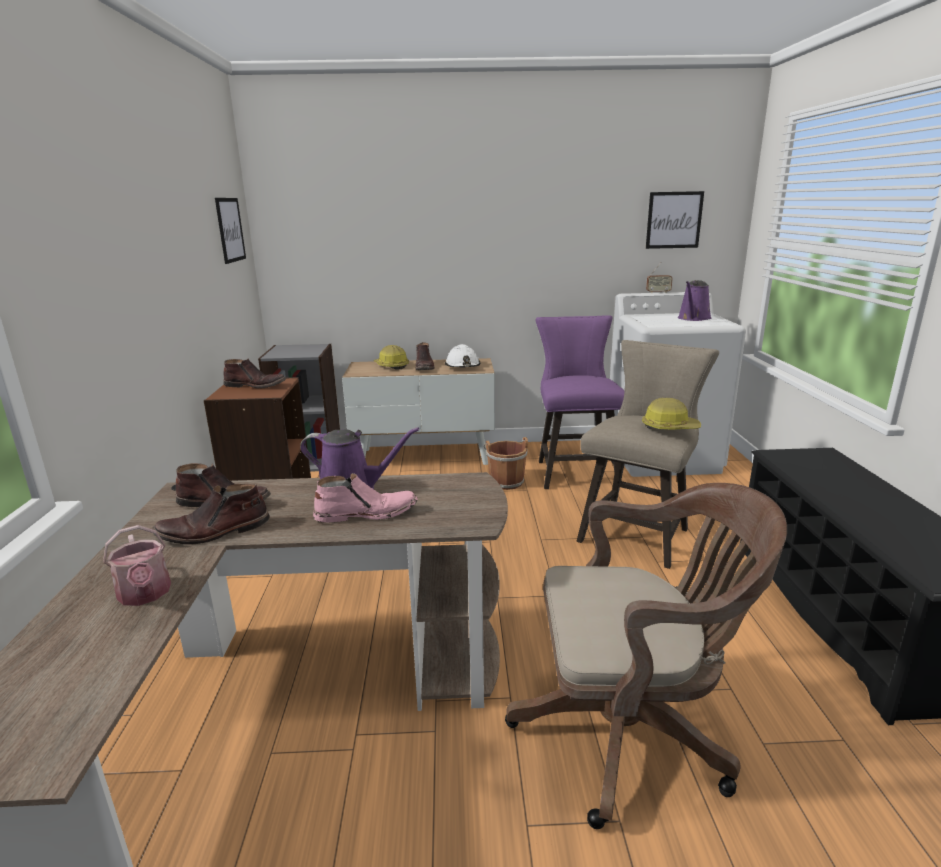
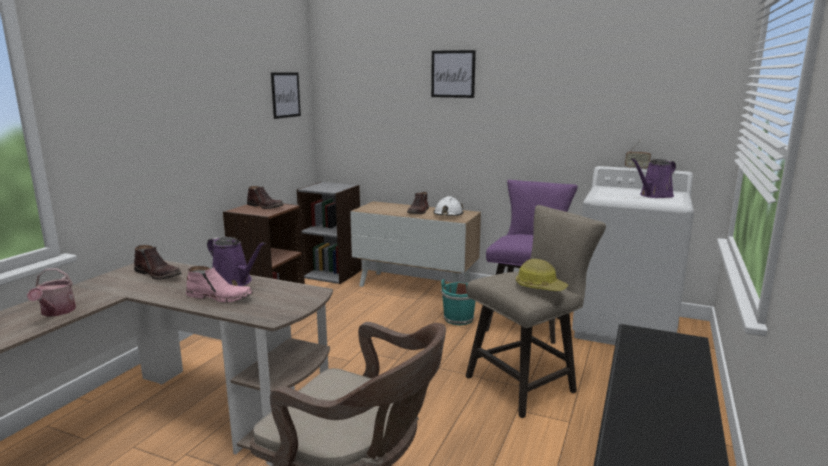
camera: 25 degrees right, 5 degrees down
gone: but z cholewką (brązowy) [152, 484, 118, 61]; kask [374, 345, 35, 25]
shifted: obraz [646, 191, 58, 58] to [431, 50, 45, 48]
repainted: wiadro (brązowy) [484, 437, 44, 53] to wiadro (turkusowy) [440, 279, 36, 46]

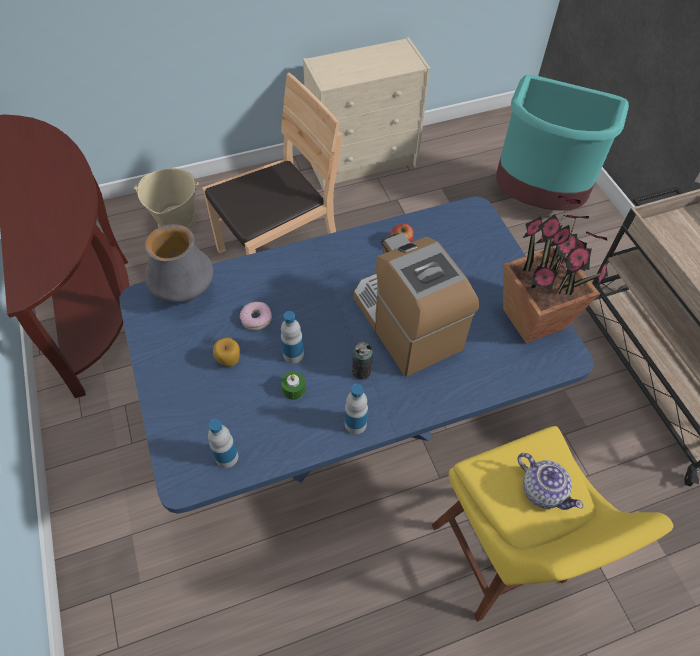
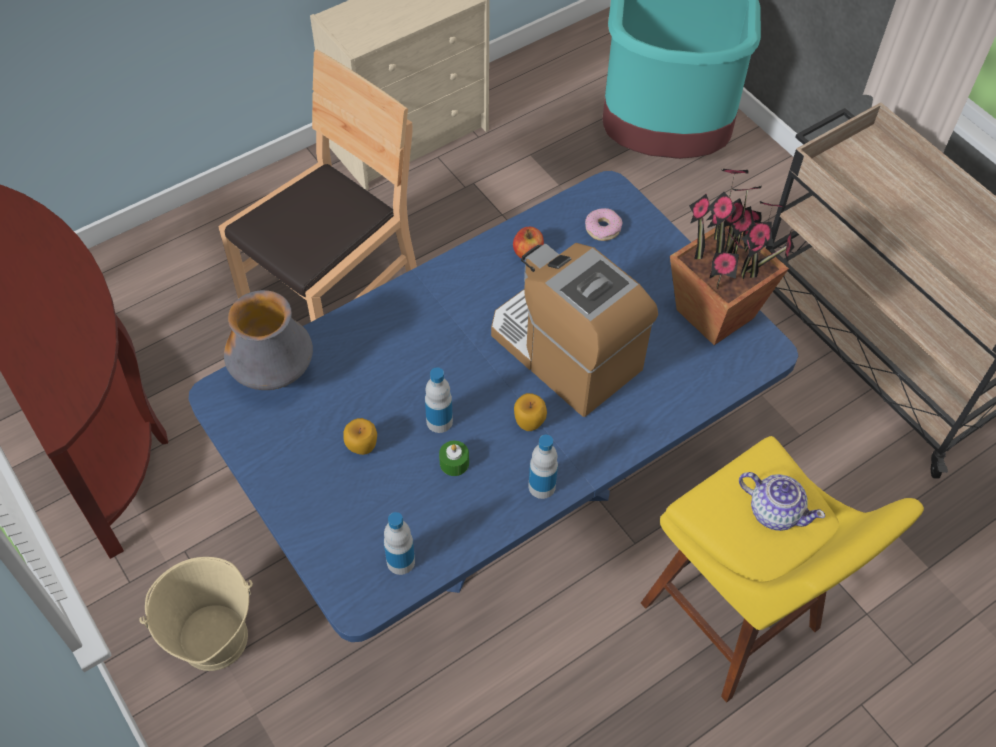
camera: 15 degrees left, 0 degrees up
shifted: wiadro (beżowy) [134, 168, 65, 63] to [139, 557, 114, 114]; donut [240, 302, 32, 28] to [585, 208, 38, 33]
swapped: puszka [352, 342, 21, 38] to jabłko [514, 393, 33, 38]

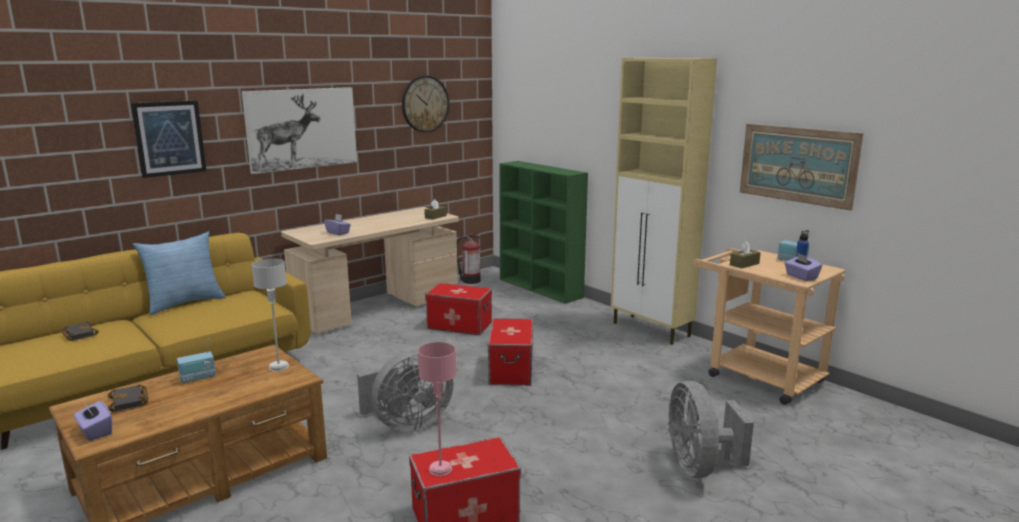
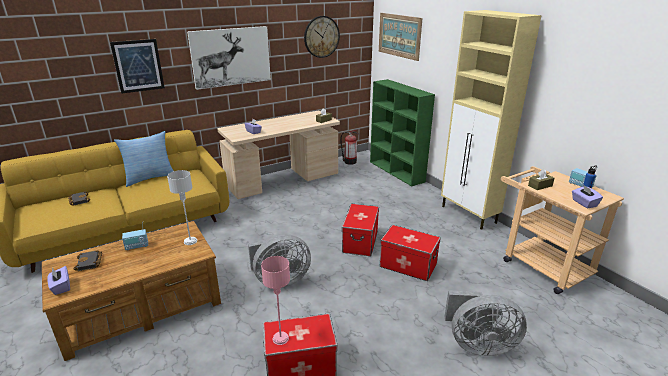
camera: 10 degrees right, 10 degrees up
shifted: obraz [740, 124, 124, 87] to [379, 13, 44, 48]; pojemnik do przechowywania [425, 283, 67, 52] to [380, 225, 61, 56]
rotated: wentylator (szary) [667, 381, 87, 97] = [444, 290, 83, 66] 90 degrees counterclockwise

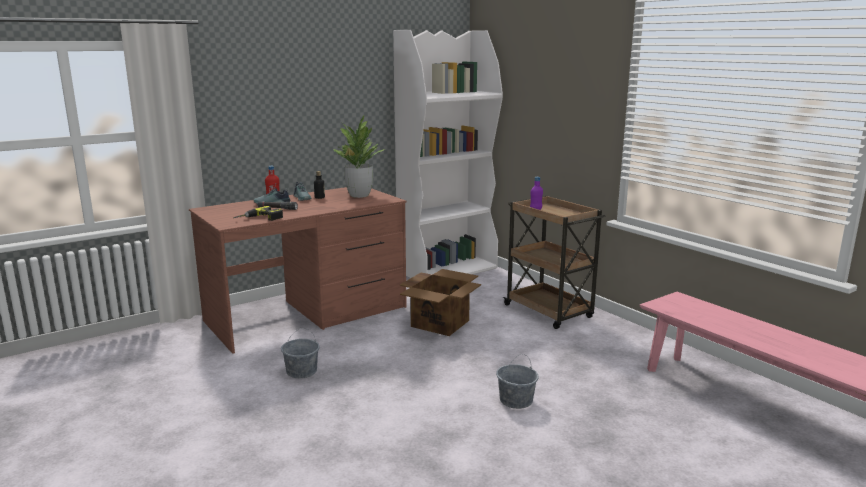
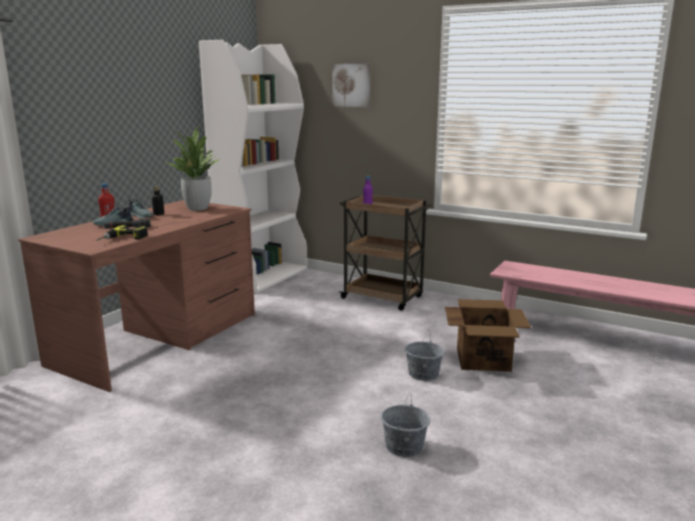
camera: 25 degrees left, 0 degrees up
new: obraz [332, 64, 38, 43]
shifted: wiadro (szary) [281, 328, 39, 50] to [381, 393, 49, 64]; karton [400, 269, 81, 67] to [445, 299, 86, 73]

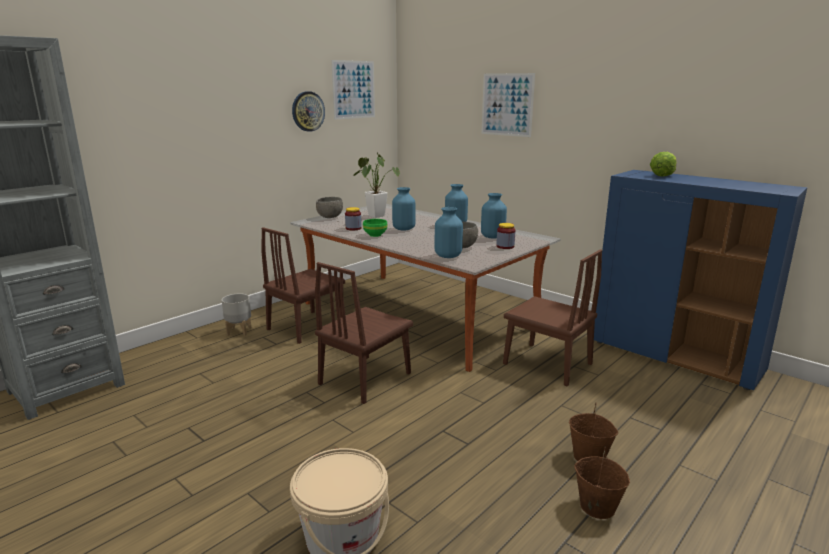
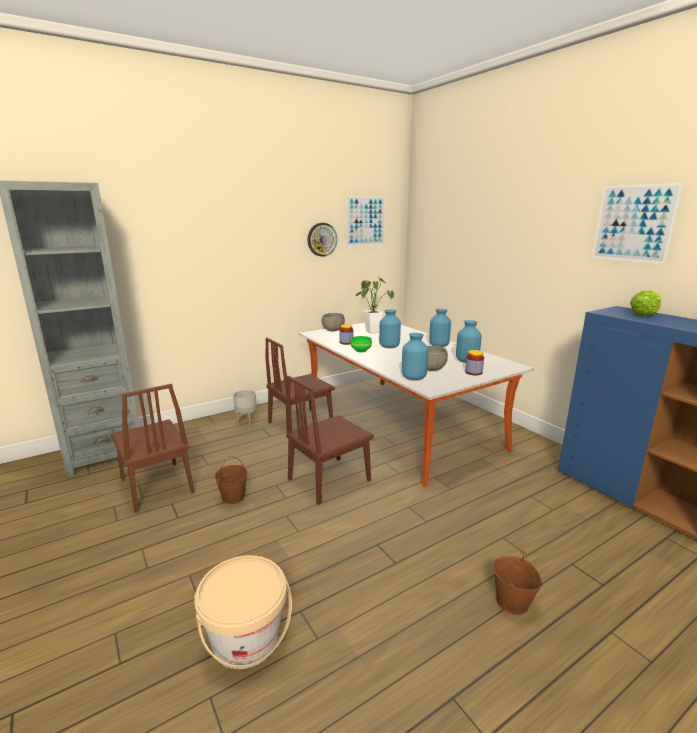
camera: 15 degrees right, 0 degrees up
shifted: krzesło (brązowy) [503, 249, 99, 137] to [111, 384, 84, 129]; wiadro (brązowy) [574, 446, 56, 73] to [215, 456, 32, 48]; obraz [481, 73, 54, 64] to [592, 183, 92, 81]

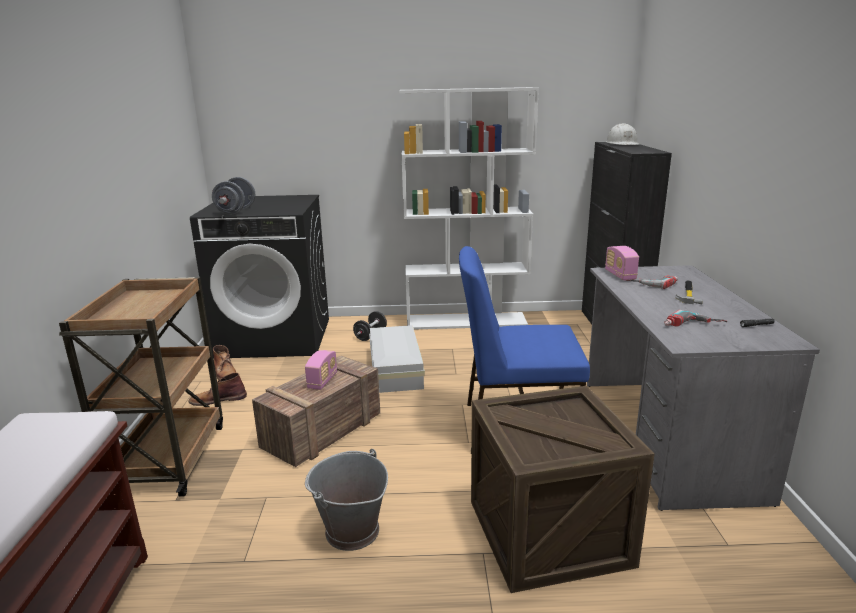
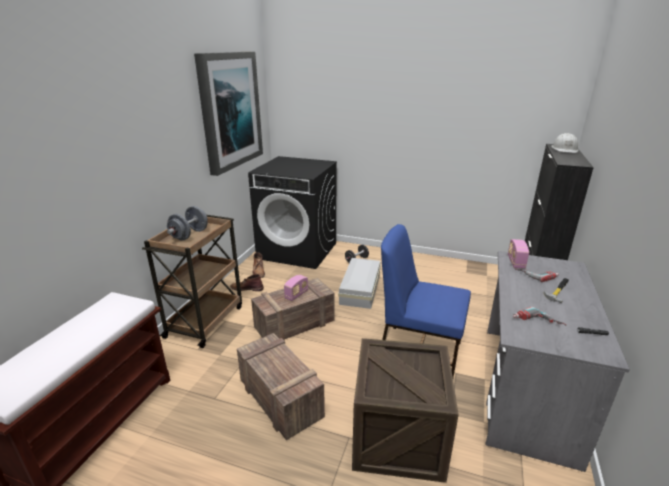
camera: 20 degrees right, 5 degrees up
gone: regał (biały) [399, 87, 140, 242]
new: obraz [194, 52, 69, 124]
shifted: hantel (szary) [212, 177, 43, 38] to [167, 206, 41, 34]
swapped: wiadro (szary) [305, 449, 83, 102] to skrzynka [237, 333, 88, 107]

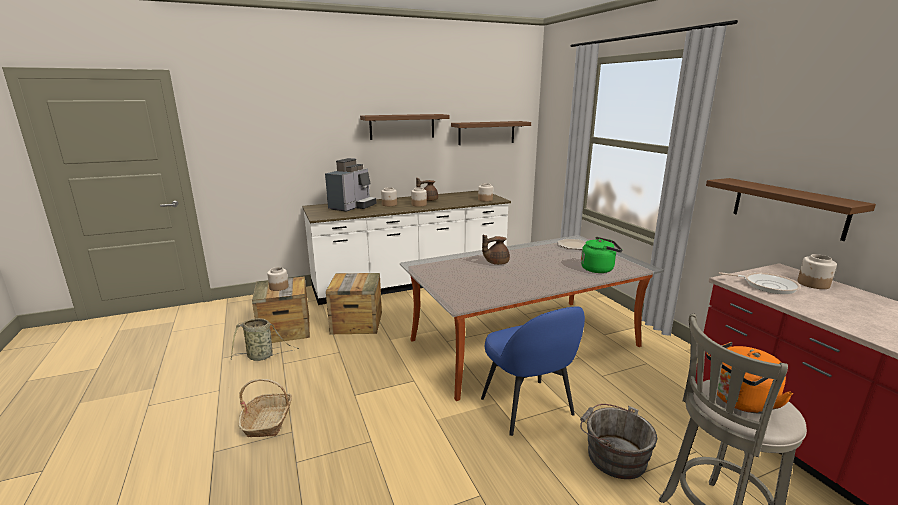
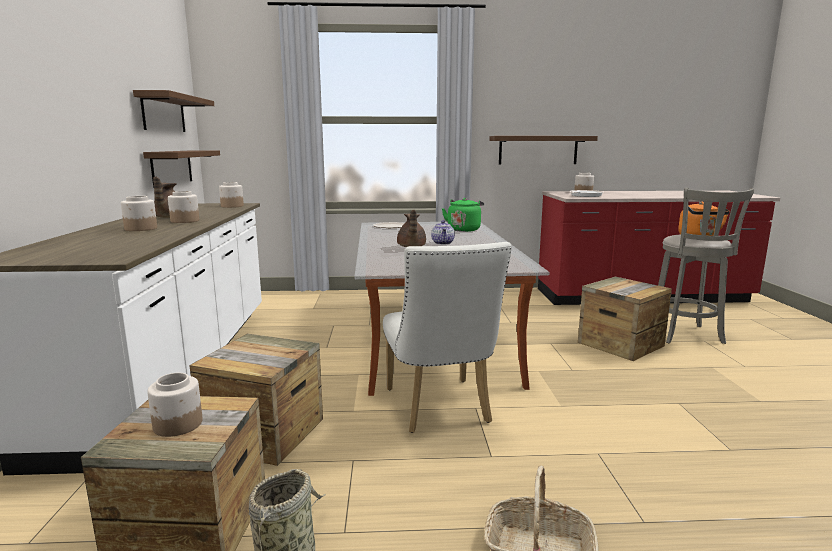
camera: 70 degrees left, 5 degrees down
gone: ekspres do kawy [325, 158, 52, 54]; krzesło (niebieski) [481, 306, 104, 130]
new: krzesło (biały) [383, 242, 129, 191]; imbryk [431, 220, 24, 25]
shifted: półka (brązowy) [360, 114, 89, 26] to [143, 150, 77, 38]
swapped: wiadro (szary) [580, 404, 77, 75] to skrzynka [578, 277, 94, 84]

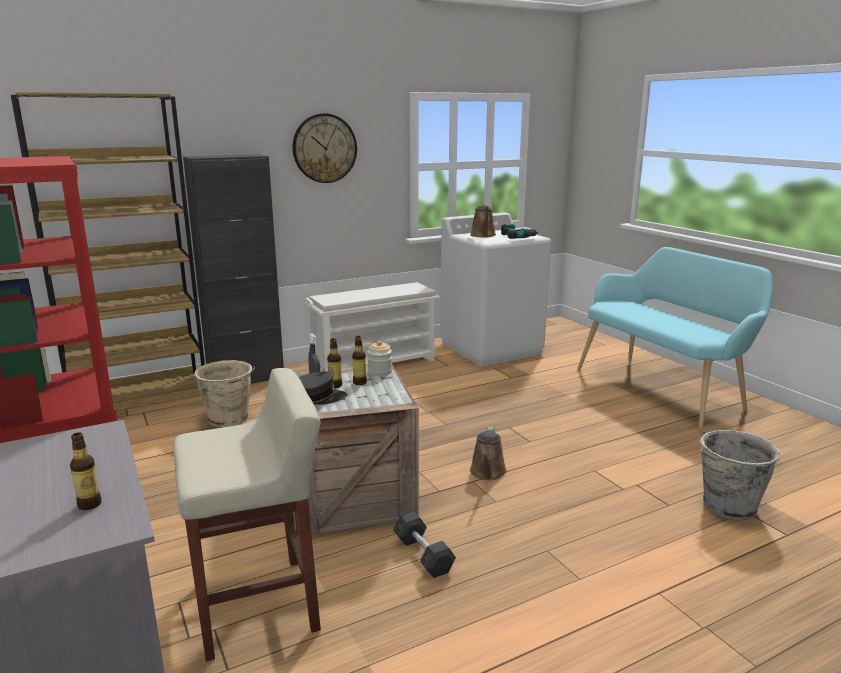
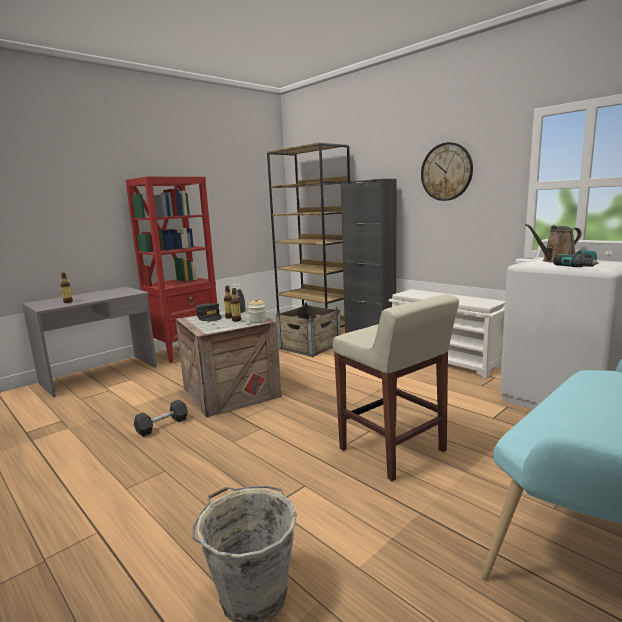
camera: 75 degrees right, 5 degrees down
gone: konewka (brązowy) [470, 427, 37, 53]
shifted: stołek (beżowy) [173, 368, 148, 293] to [333, 294, 126, 187]
swapped: wiadro (beżowy) [194, 360, 61, 67] to skrzynka [276, 303, 65, 54]

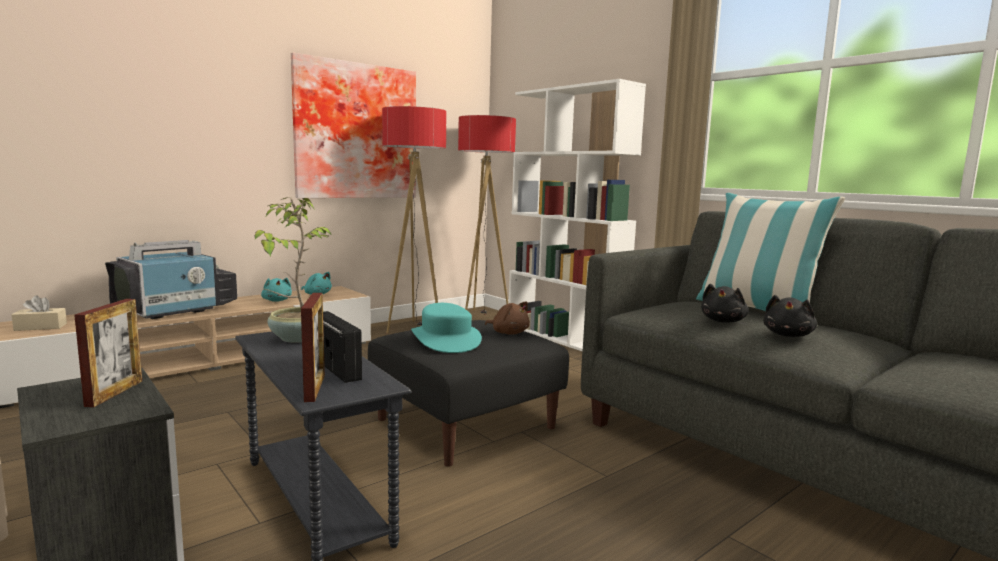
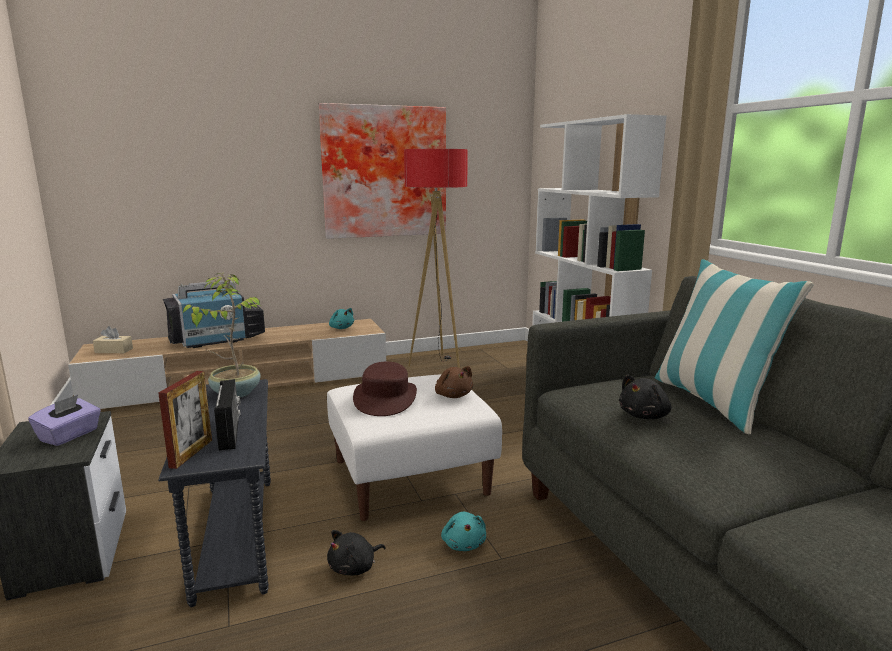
camera: 20 degrees right, 5 degrees up
gone: lampa stojąca [458, 115, 58, 200]
shifted: pluszak (czarny) [763, 295, 54, 42] to [327, 530, 59, 45]; pluszak (turkusowy) [261, 278, 31, 24] to [441, 512, 45, 39]
swapped: ramka na zdjęcie [74, 299, 68, 108] to pudełko chusteczek (fioletowy) [28, 395, 73, 51]
repainted: pufa (czarny) [368, 320, 201, 147] to pufa (biały) [327, 375, 175, 146]; kapelusz (turkusowy) [411, 303, 71, 50] to kapelusz (brązowy) [353, 362, 64, 54]

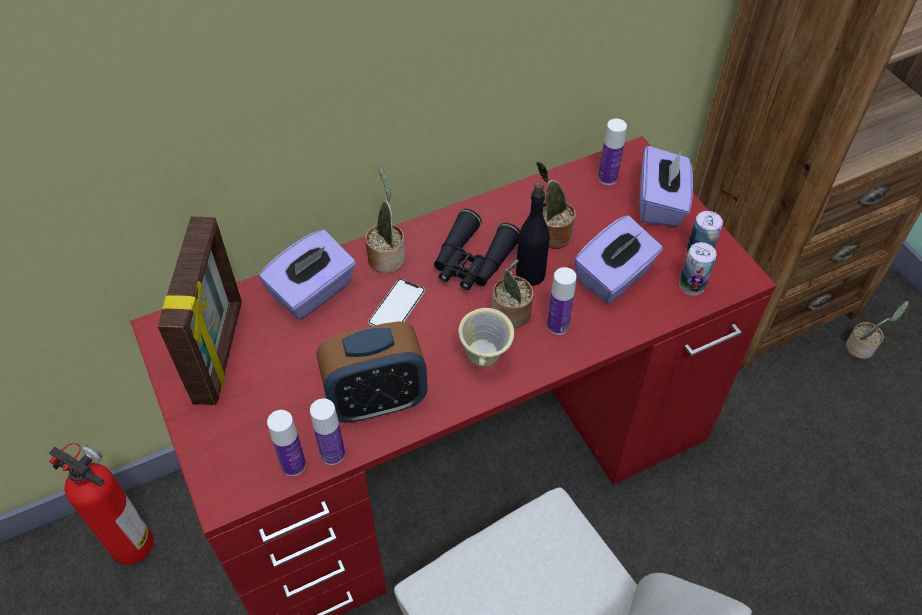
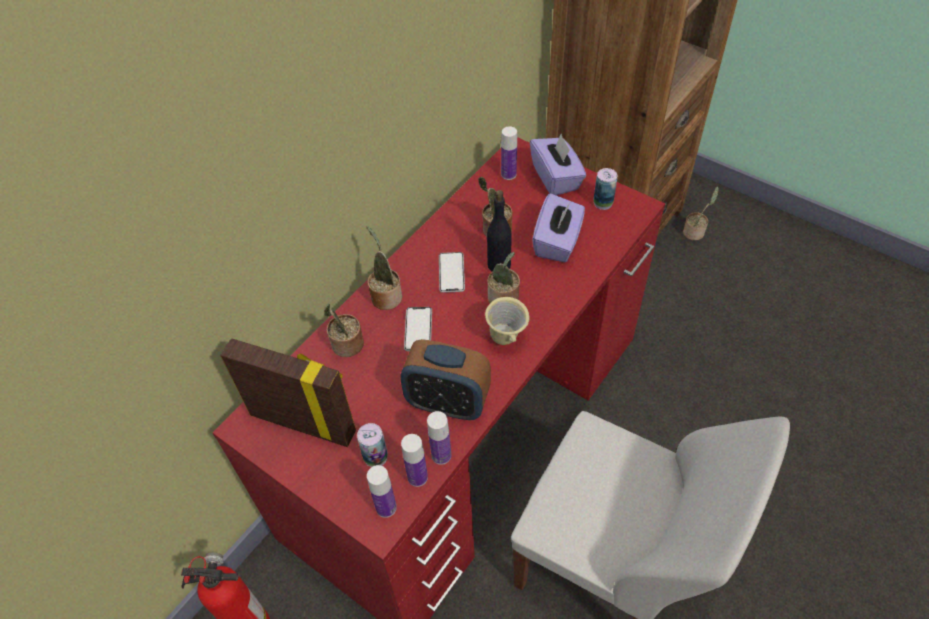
camera: 25 degrees left, 0 degrees up
shifted: puszka [680, 242, 37, 53] to [357, 423, 31, 44]; butelka [547, 267, 30, 68] to [367, 465, 30, 53]
swapped: pudełko chusteczek (fioletowy) [259, 229, 97, 90] to roślina doniczkowa [324, 304, 40, 53]; lornetka (czarny) [434, 209, 86, 81] to telefon [439, 252, 26, 41]
rotated: ramka na zdjęcie [157, 217, 85, 188] = [220, 338, 136, 109] 45 degrees counterclockwise; budzik [316, 321, 112, 101] = [400, 339, 91, 81] 60 degrees clockwise

